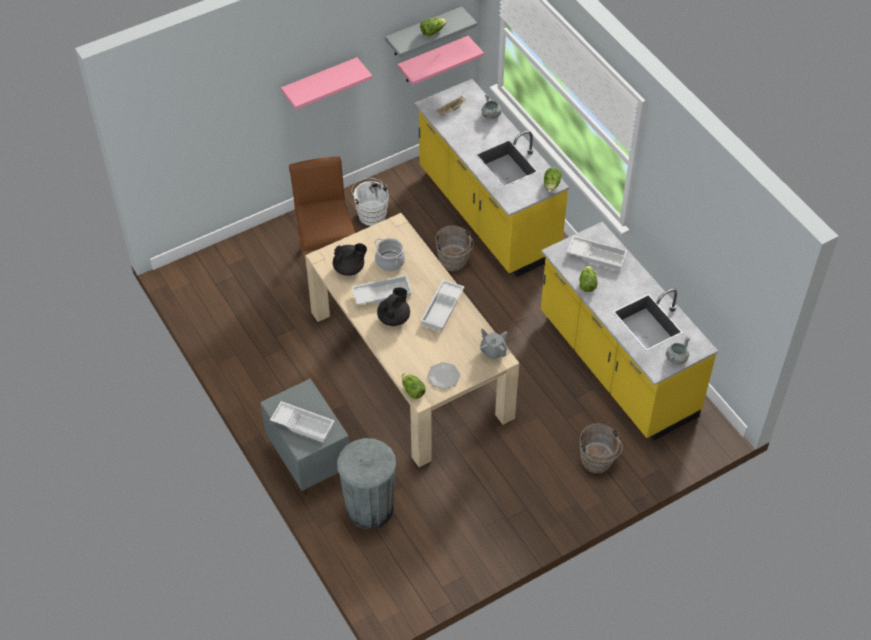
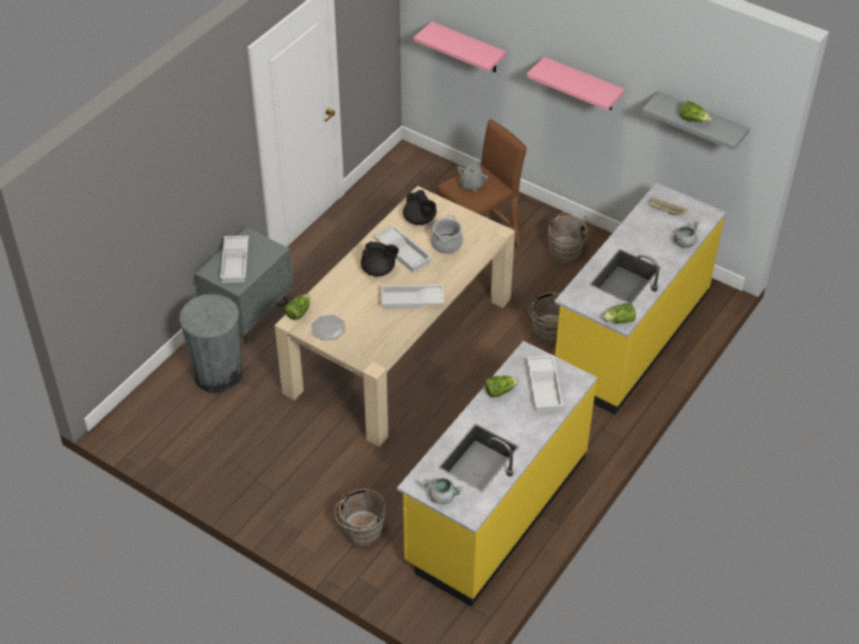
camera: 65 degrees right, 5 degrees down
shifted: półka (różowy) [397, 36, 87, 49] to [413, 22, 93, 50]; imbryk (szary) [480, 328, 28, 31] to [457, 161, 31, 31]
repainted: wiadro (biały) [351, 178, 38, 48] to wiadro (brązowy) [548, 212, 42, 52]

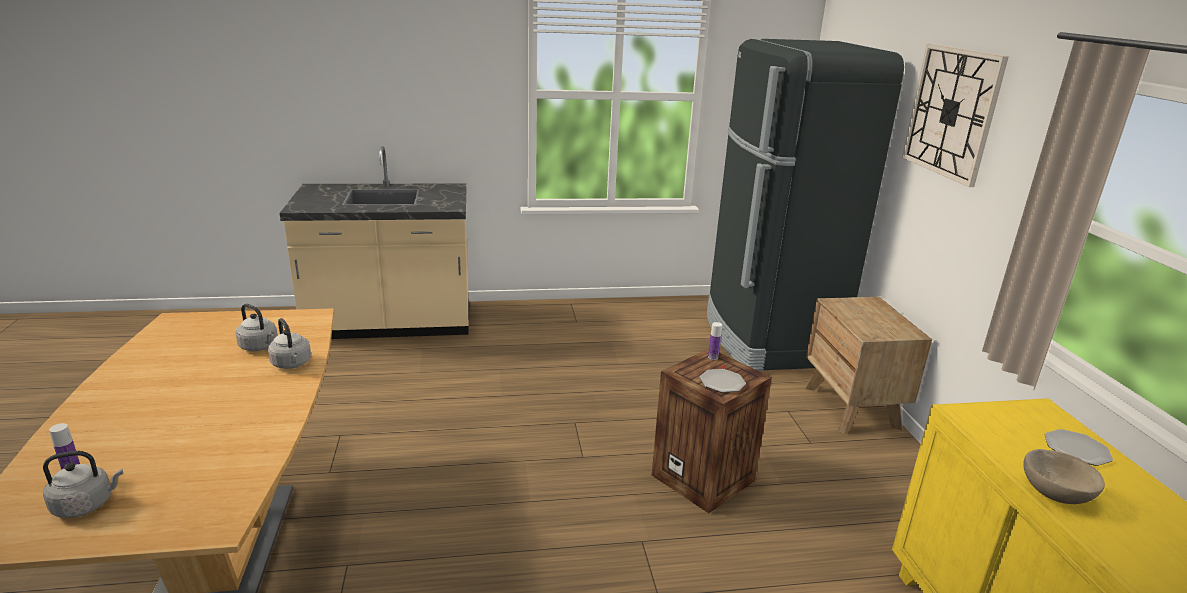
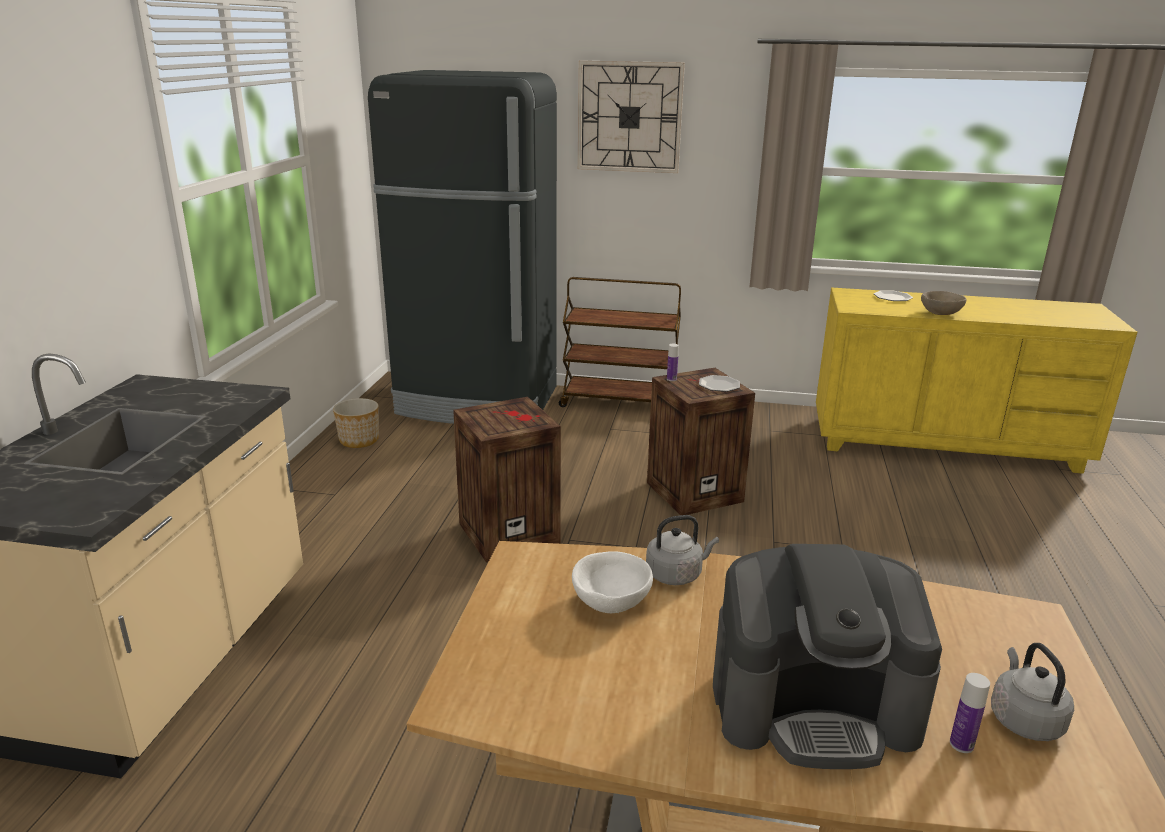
camera: 70 degrees left, 0 degrees up
new: donica [333, 398, 46, 50]; skrzynka [453, 397, 108, 166]; ekspres do kawy [713, 544, 229, 225]
swapped: szafka nocna (brązowy) [805, 297, 127, 137] to wózek (brązowy) [559, 277, 122, 130]; czajnik (szary) [236, 304, 42, 47] to miska (biały) [572, 551, 81, 62]

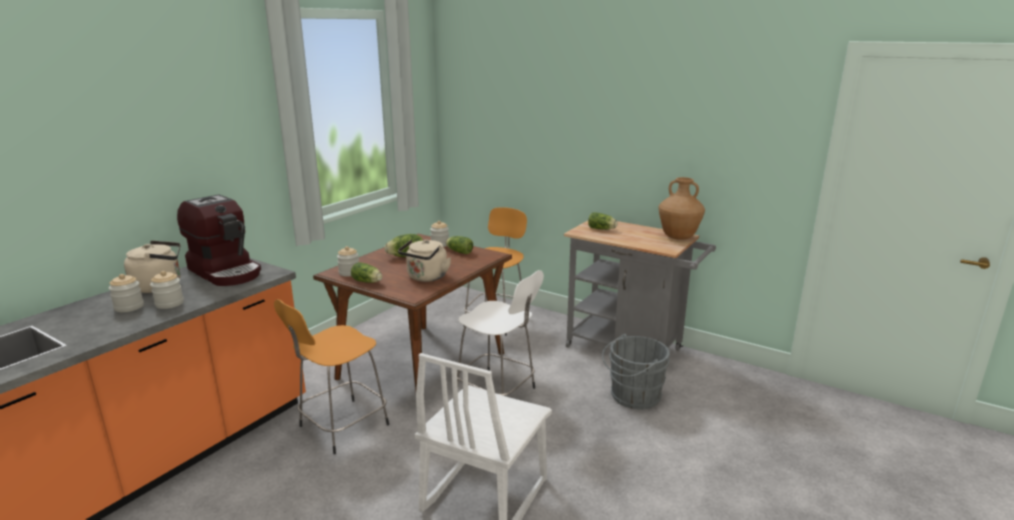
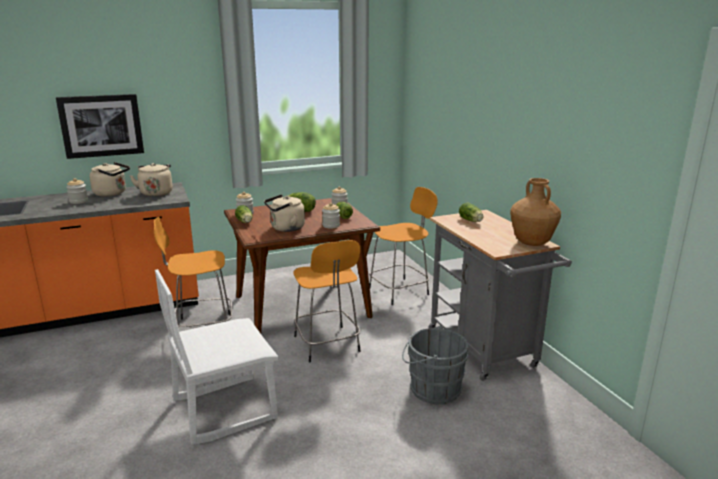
camera: 35 degrees right, 0 degrees up
new: obraz [56, 94, 88, 65]
shifted: słoik [150, 271, 34, 38] to [322, 203, 18, 26]
swapped: ekspres do kawy [177, 195, 84, 91] to czajnik (beżowy) [130, 163, 43, 34]
repainted: stołek (biały) [457, 270, 87, 126] to stołek (pomarańczowy) [294, 240, 66, 123]

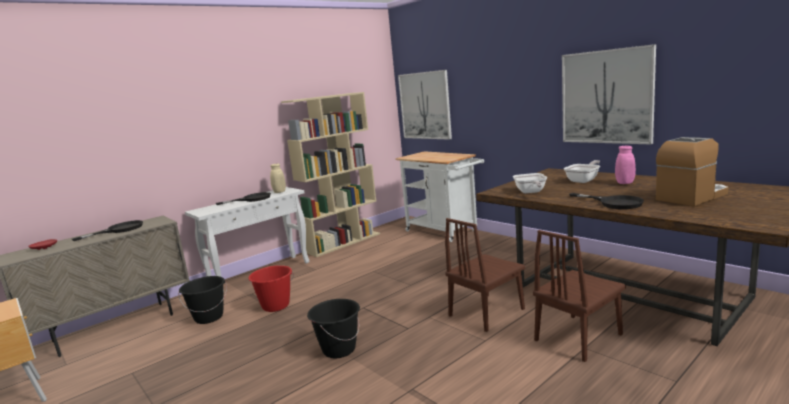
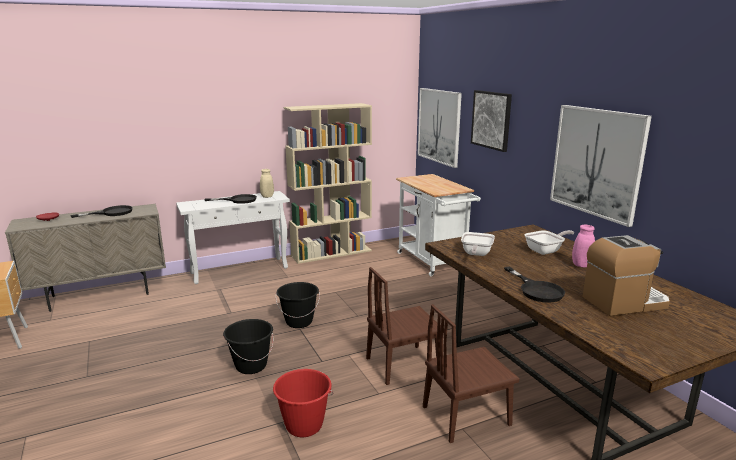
camera: 15 degrees right, 5 degrees up
new: obraz [471, 90, 41, 62]
shifted: wiadro (czerwony) [248, 265, 46, 47] to [273, 369, 60, 68]; wiadro (czarny) [178, 276, 49, 48] to [276, 282, 44, 46]

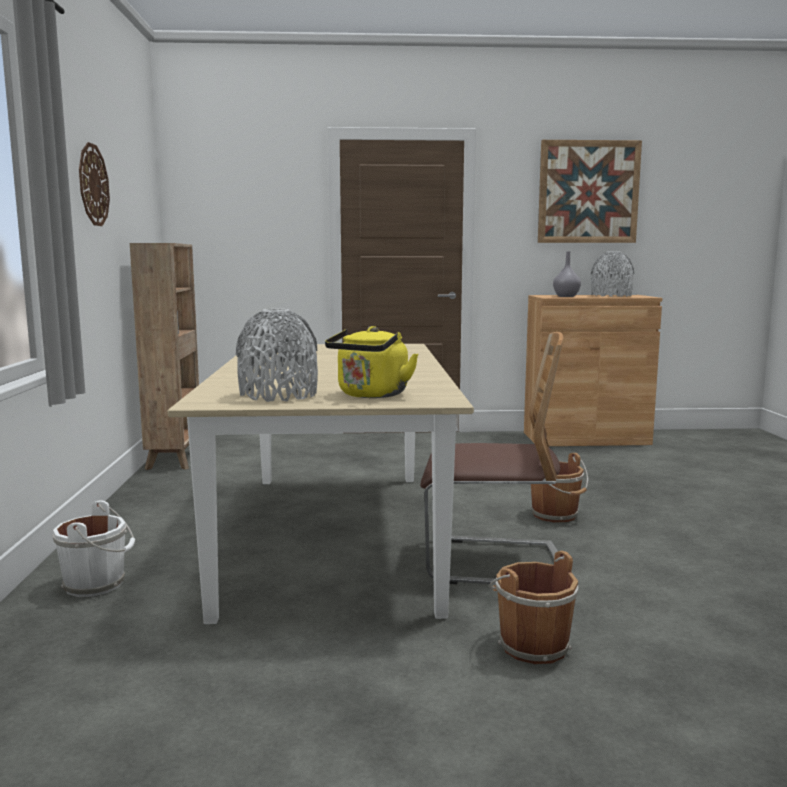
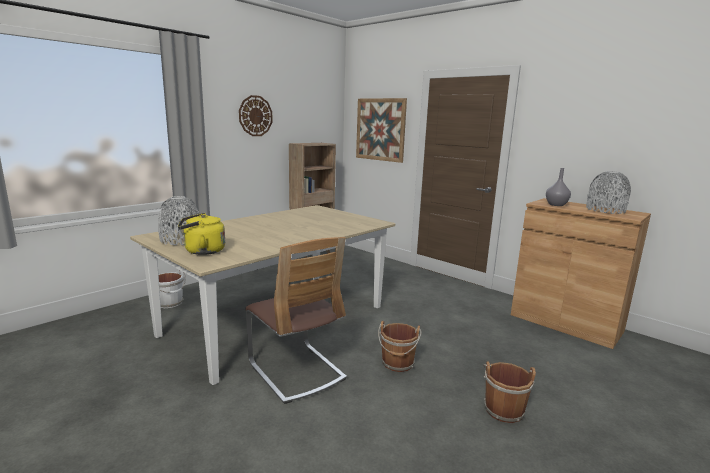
camera: 45 degrees right, 5 degrees up
shifted: obraz [538, 140, 104, 103] to [356, 98, 51, 65]; wiadro (brązowy) [489, 551, 89, 113] to [483, 361, 53, 62]

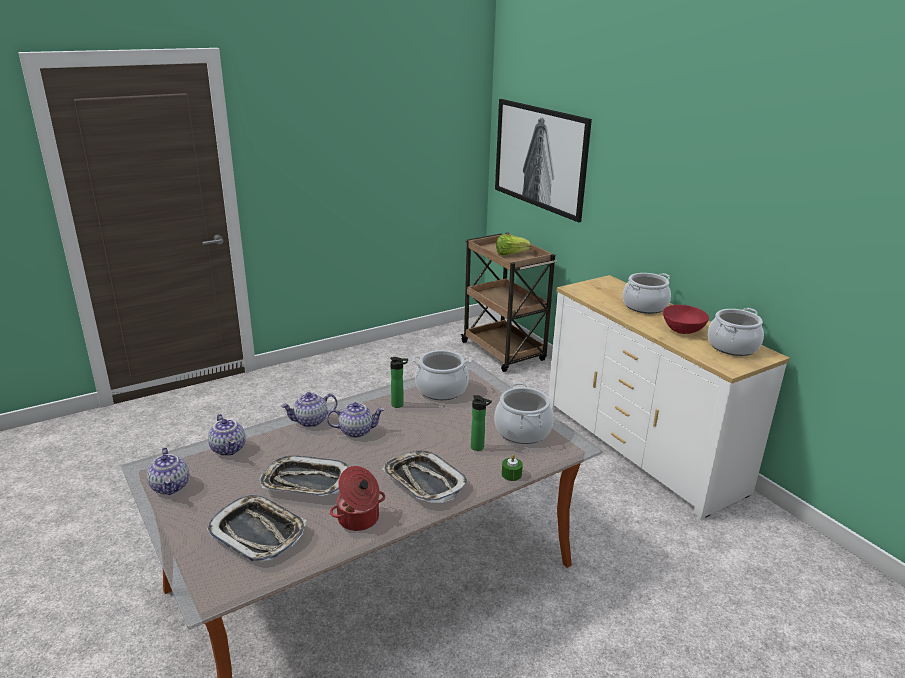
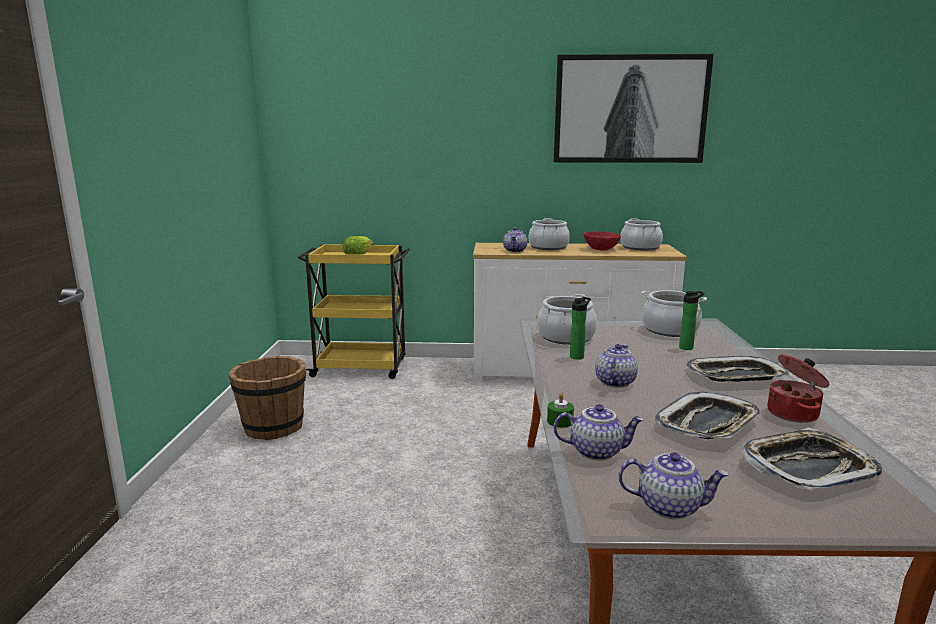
camera: 55 degrees left, 10 degrees down
new: wiadro (brązowy) [228, 356, 78, 84]
shifted: imbryk [281, 392, 56, 35] to [503, 227, 24, 25]; świeca (zielony) [502, 455, 21, 26] to [547, 393, 27, 35]; obraz [495, 99, 97, 124] to [554, 54, 160, 109]
repainted: wózek (brązowy) [460, 233, 97, 139] to wózek (żółty) [298, 244, 112, 135]

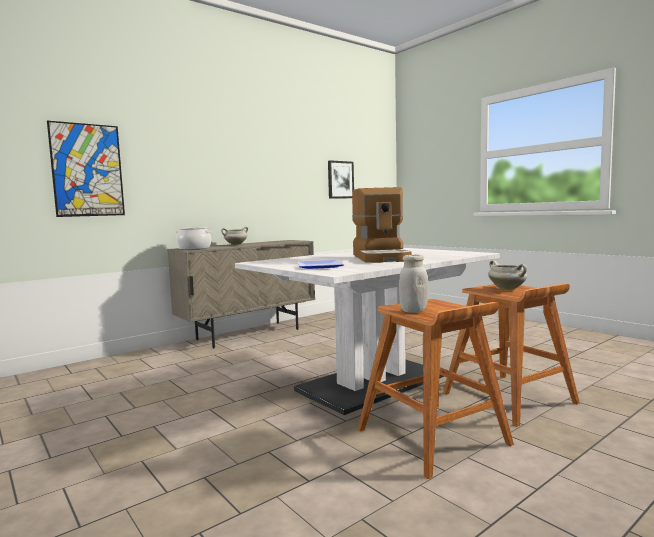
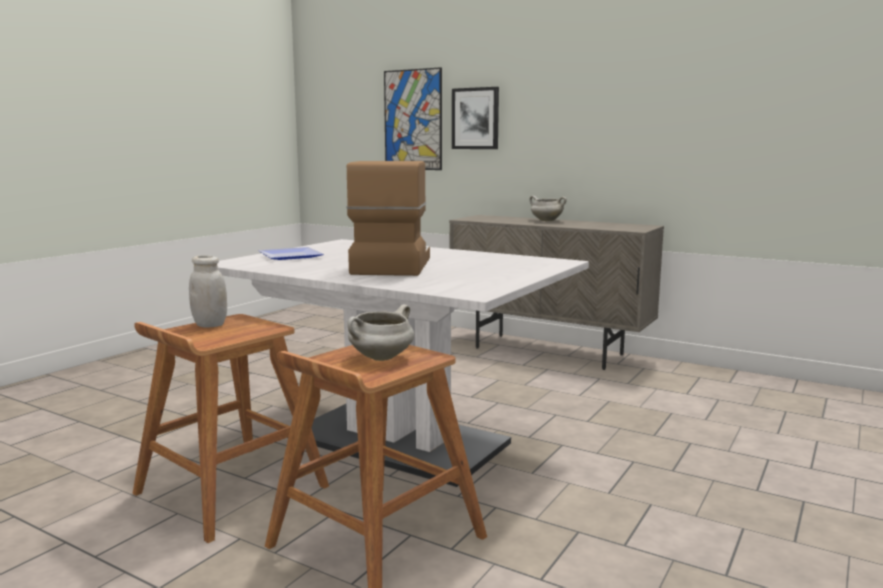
camera: 70 degrees right, 5 degrees up
gone: garnek [176, 227, 36, 23]
shifted: obraz [328, 160, 26, 39] to [452, 87, 47, 62]
rotated: ekspres do kawy [352, 187, 60, 76] = [346, 161, 84, 115] 120 degrees clockwise

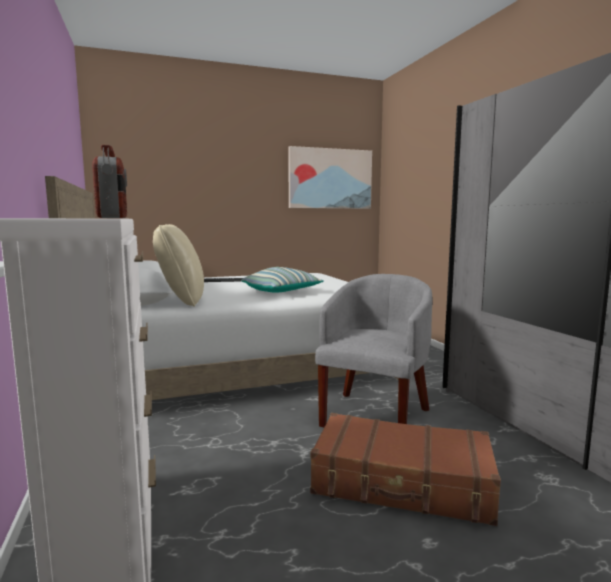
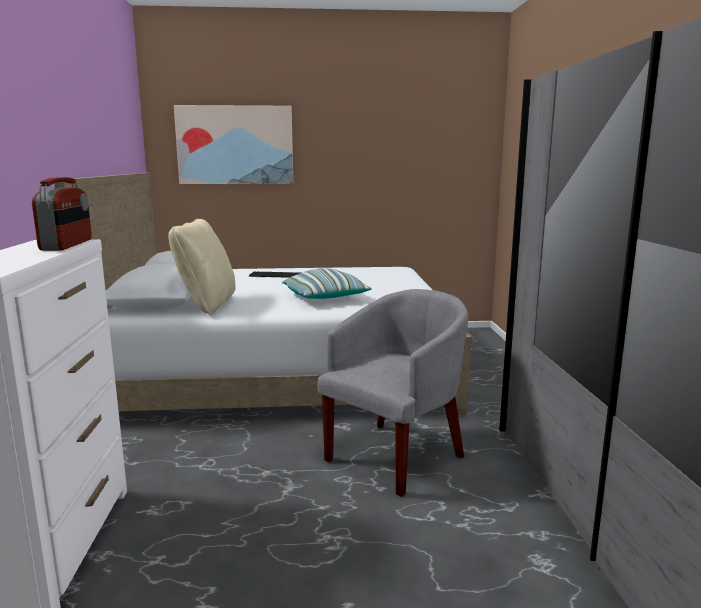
camera: 15 degrees right, 5 degrees up
gone: walizka (brązowy) [310, 413, 191, 113]
shifted: obraz [288, 146, 84, 63] to [174, 105, 120, 79]

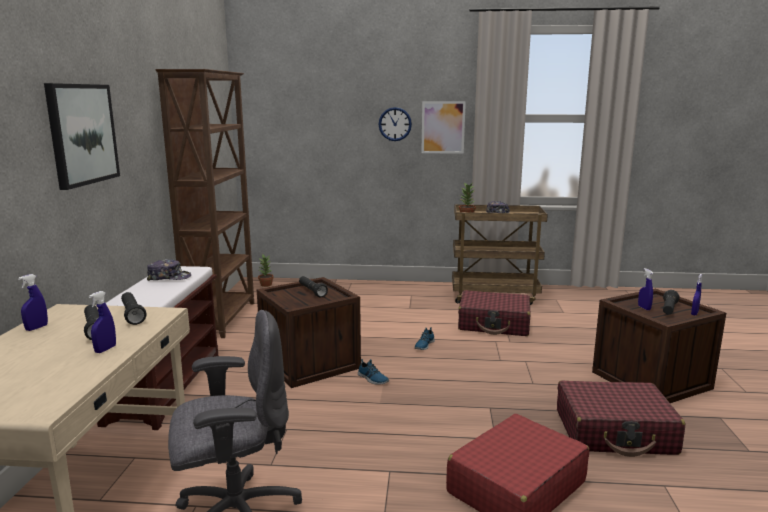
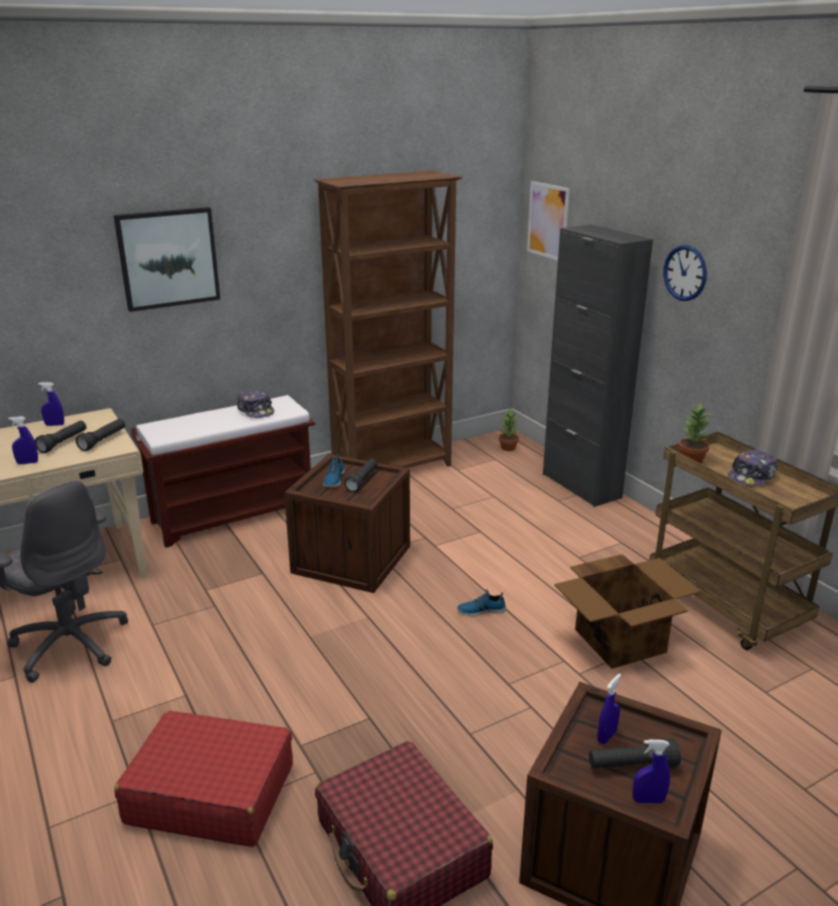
camera: 55 degrees right, 10 degrees up
new: szafka (czarny) [543, 225, 110, 282]
shifted: but [358, 359, 31, 26] to [323, 454, 22, 33]; obraz [421, 101, 45, 53] to [527, 181, 43, 80]
swapped: walizka (czerwony) [458, 290, 73, 46] to karton [554, 554, 147, 115]

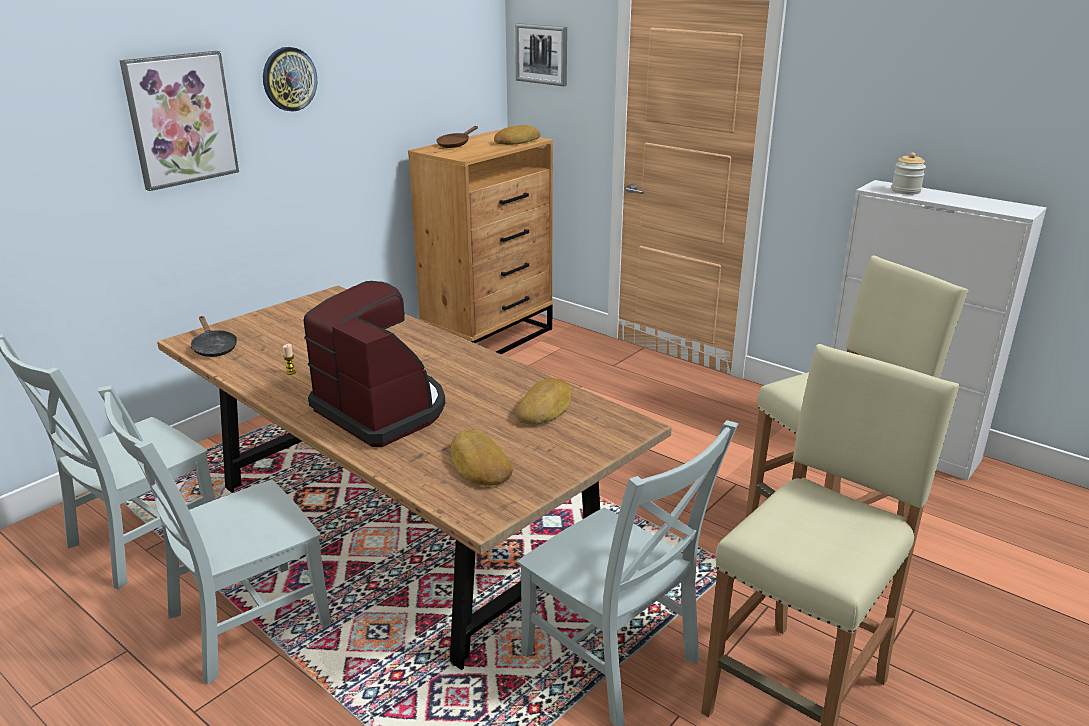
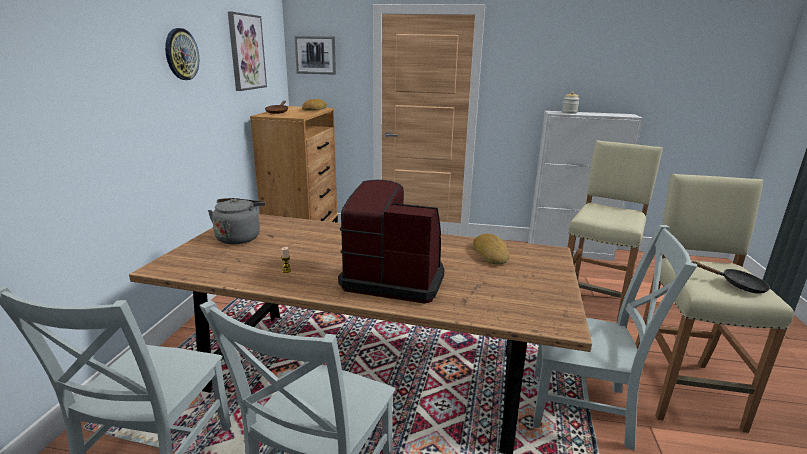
camera: 30 degrees left, 5 degrees down
gone: chleb [451, 429, 62, 57]
new: czajnik (szary) [208, 198, 57, 46]
shifted: obraz [119, 51, 120, 140] to [228, 12, 39, 79]; patelnia (czarny) [190, 316, 47, 41] to [691, 261, 79, 33]

